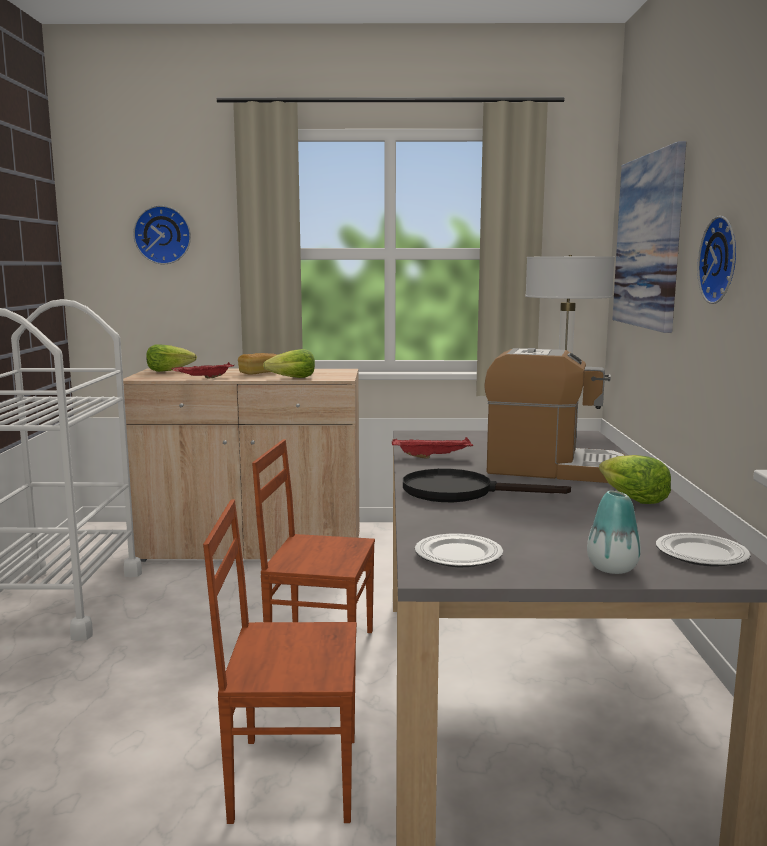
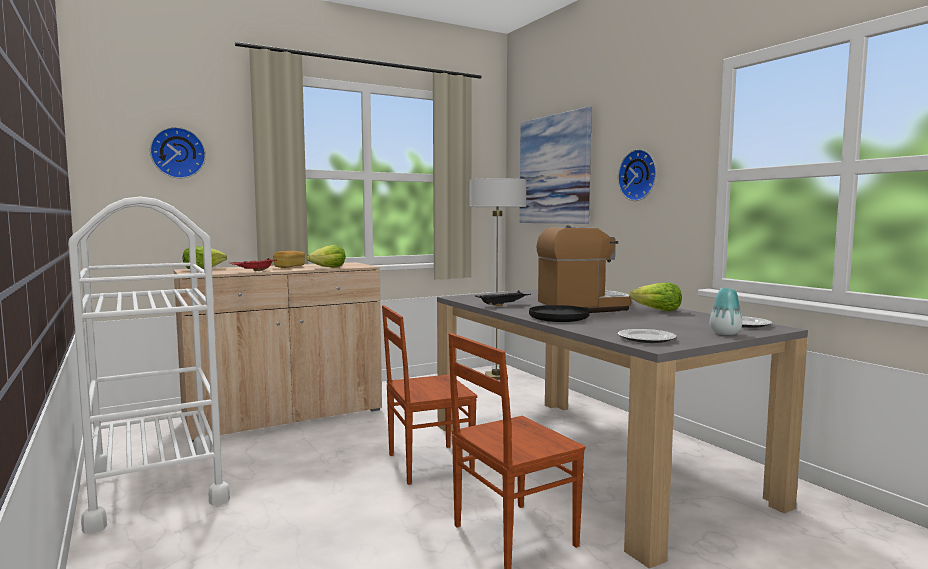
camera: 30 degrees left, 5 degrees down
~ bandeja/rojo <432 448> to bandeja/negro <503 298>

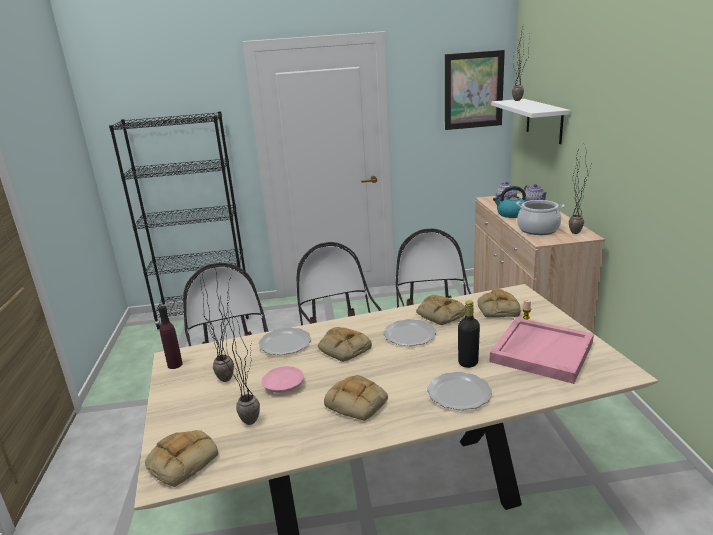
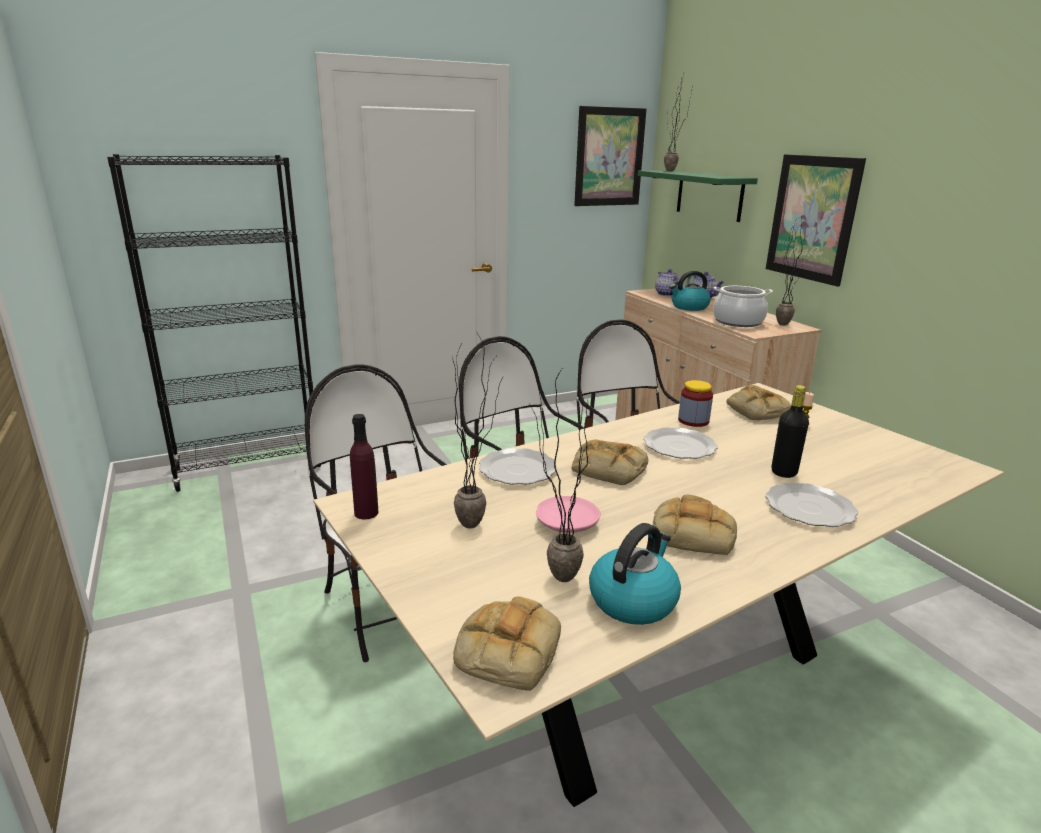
camera: 20 degrees left, 0 degrees up
+ hervidor <635 574>
~ estante/blanco <531 121> to estante/verde <698 196>
~ pan <440 310> to tarro <695 403>
+ cuadro <816 220>
- bandeja/rosa <542 350>

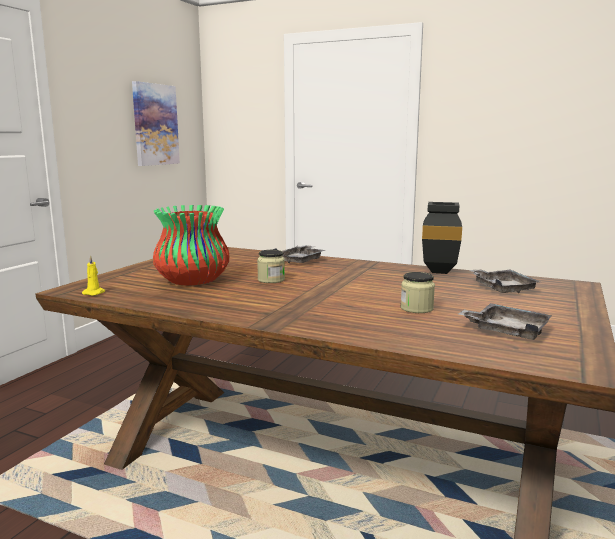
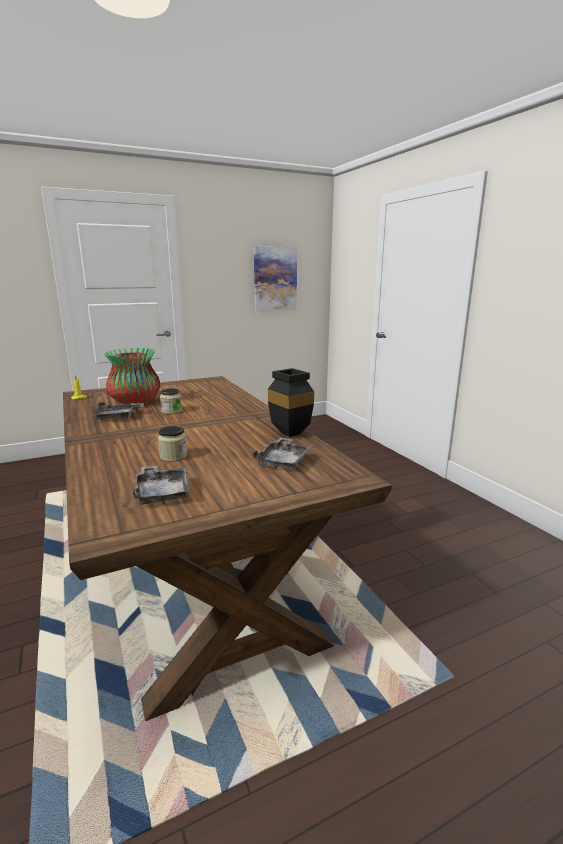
camera: 40 degrees right, 5 degrees up
~ bandeja/gris <298 254> to <118 411>

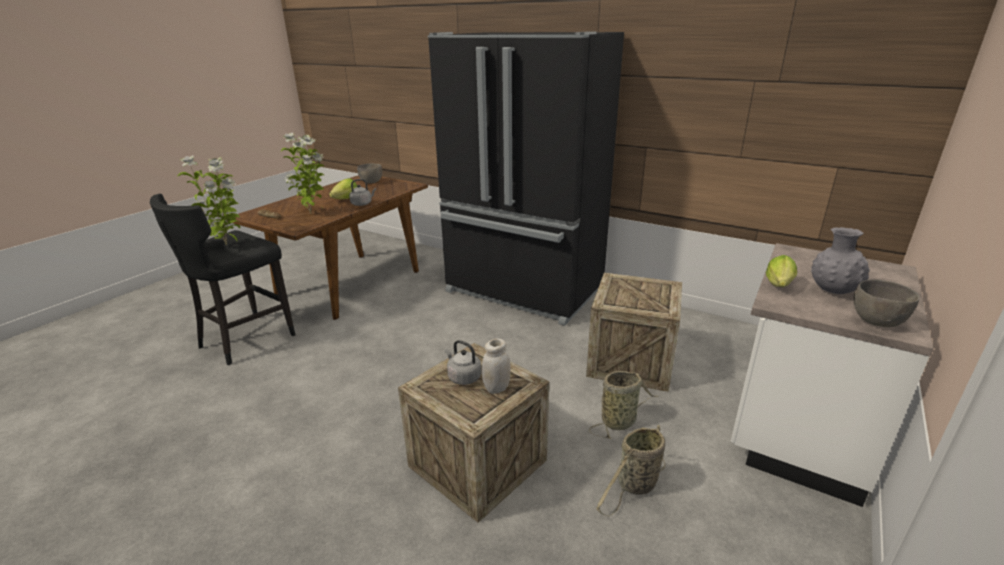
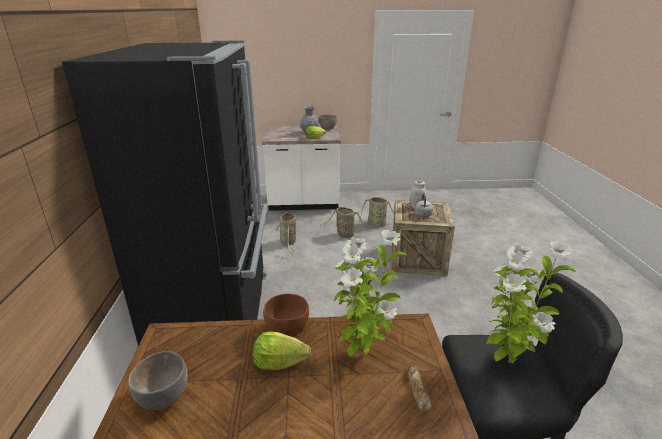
camera: 125 degrees left, 0 degrees up
~ hervidor/gris <362 192> to cuenco/marrón <286 315>
~ caja de embalaje <634 332> to cesta <285 232>

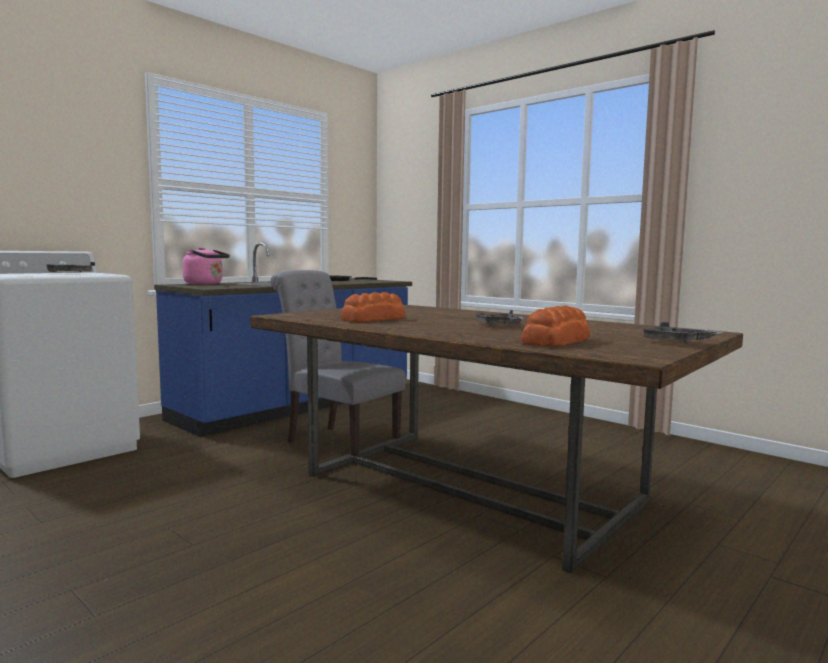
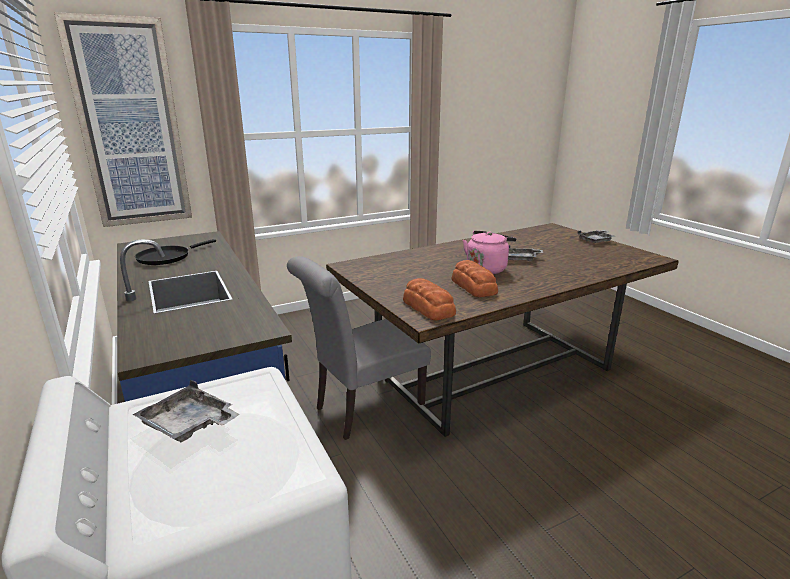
camera: 70 degrees left, 15 degrees up
+ cuadro <123 119>
~ pan <555 326> to <429 299>
~ hervidor/rosa <206 266> to <489 252>

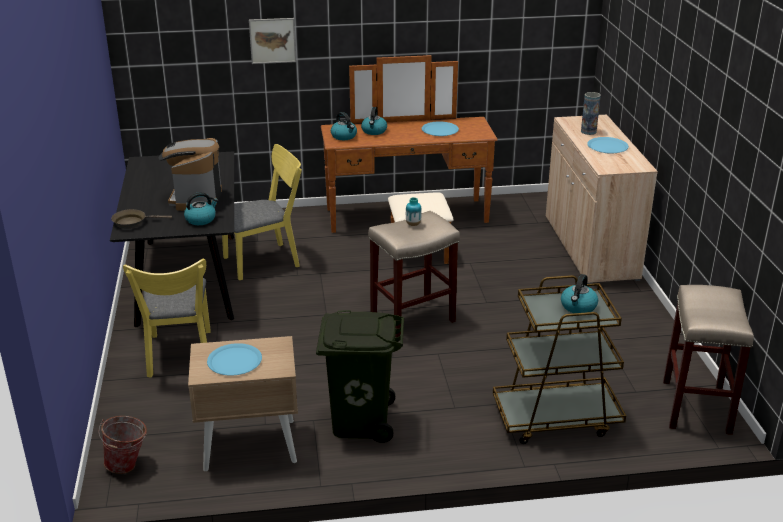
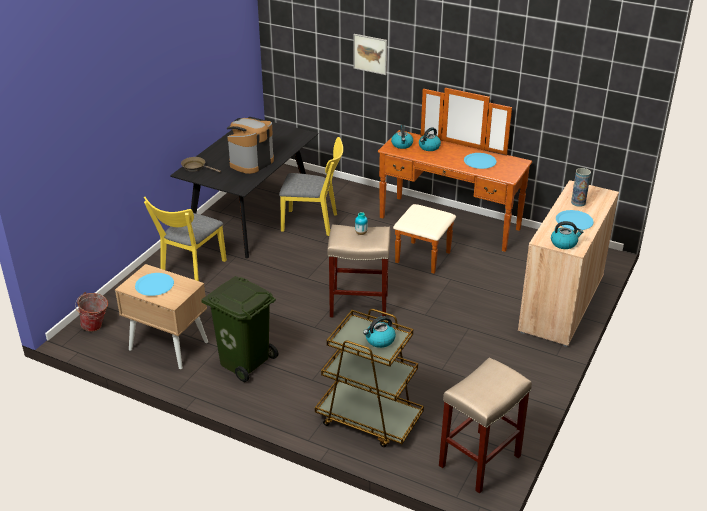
camera: 35 degrees right, 5 degrees up
~ hervidor <201 208> to <567 235>

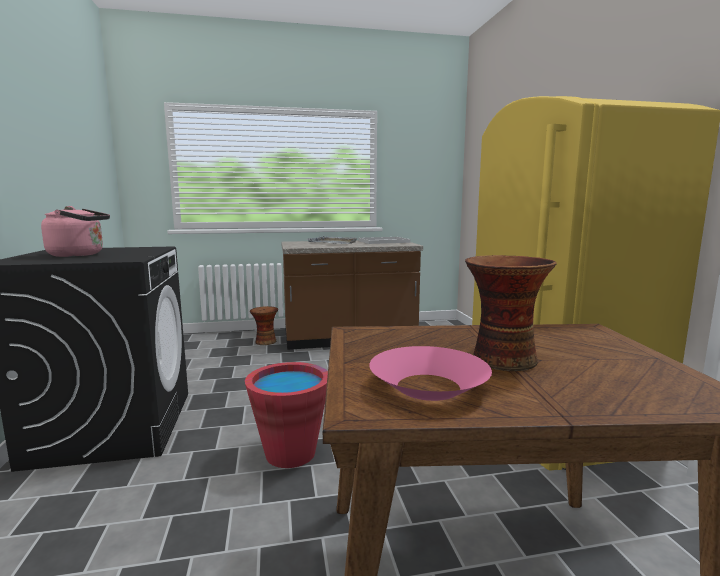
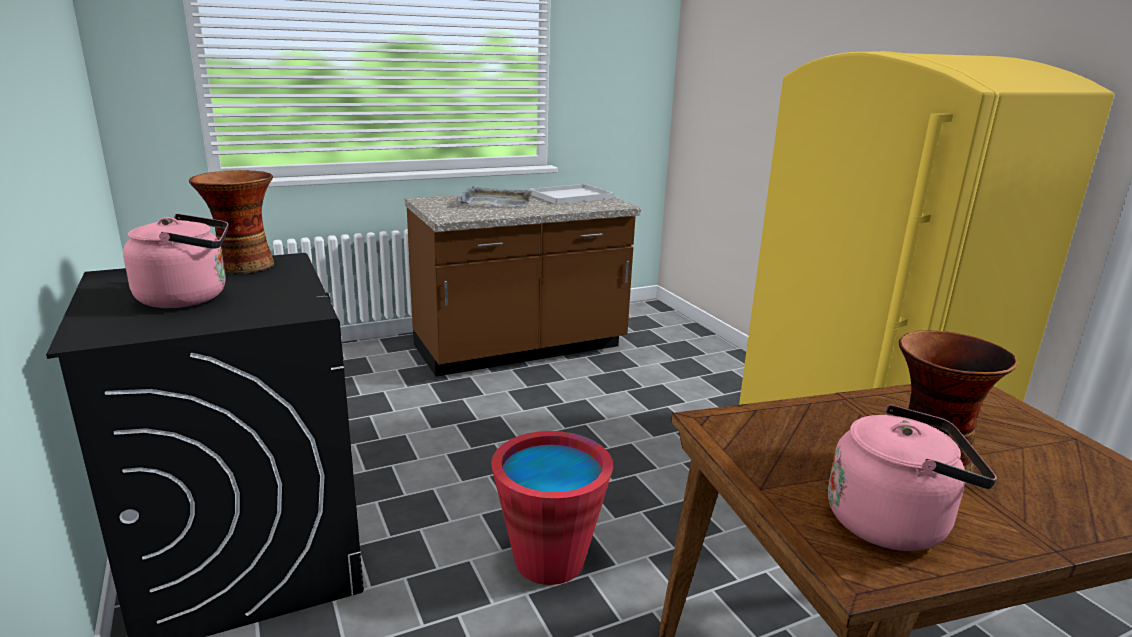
camera: 15 degrees left, 10 degrees up
~ florero <264 325> to <231 222>
~ cuenco/rosa <430 373> to hervidor/rosa <912 478>

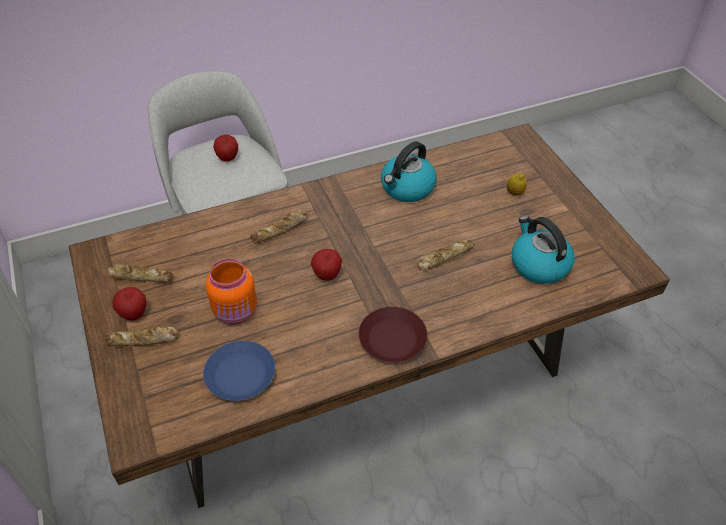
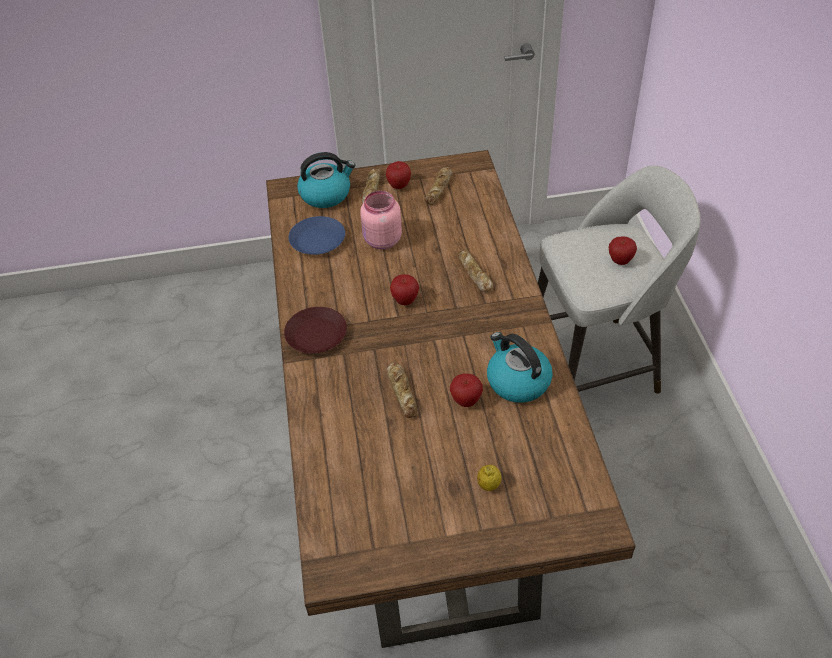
camera: 105 degrees right, 0 degrees up
~ hervidor <543 250> to <326 180>
~ tarro/naranja <231 291> to tarro/rosa <381 220>
+ manzana <466 390>

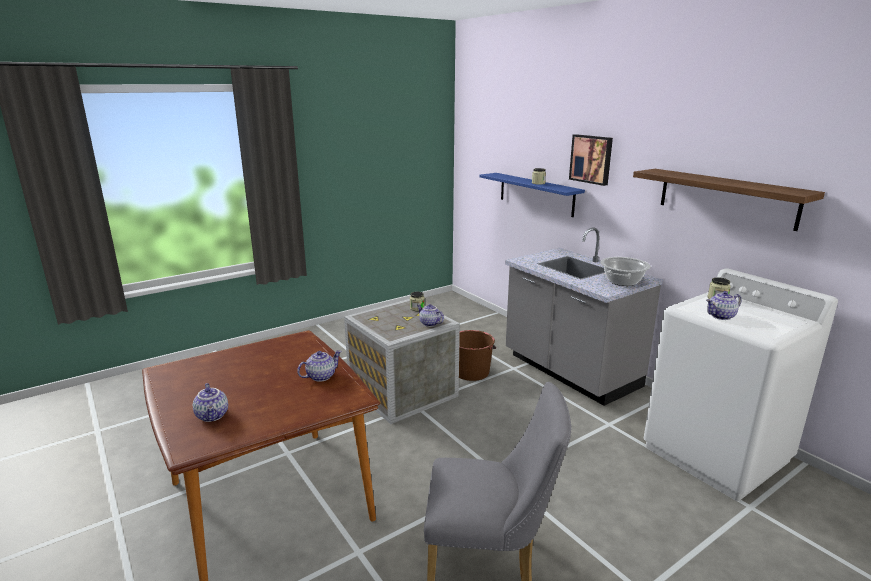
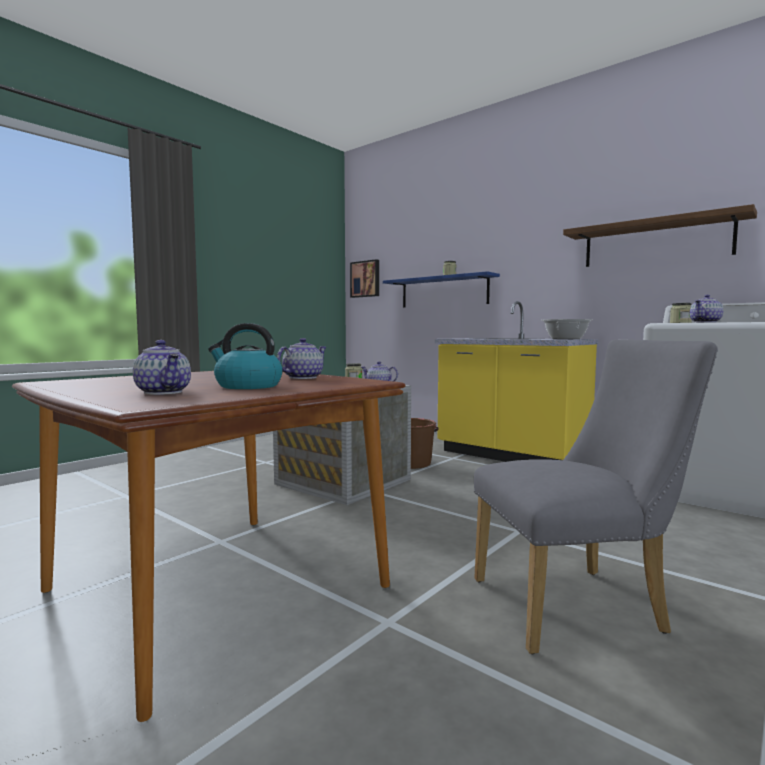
camera: 15 degrees left, 15 degrees down
+ hervidor <245 356>
~ cuadro <591 160> to <364 278>
~ mueble bajo de cocina/gris <584 317> to mueble bajo de cocina/amarillo <516 381>

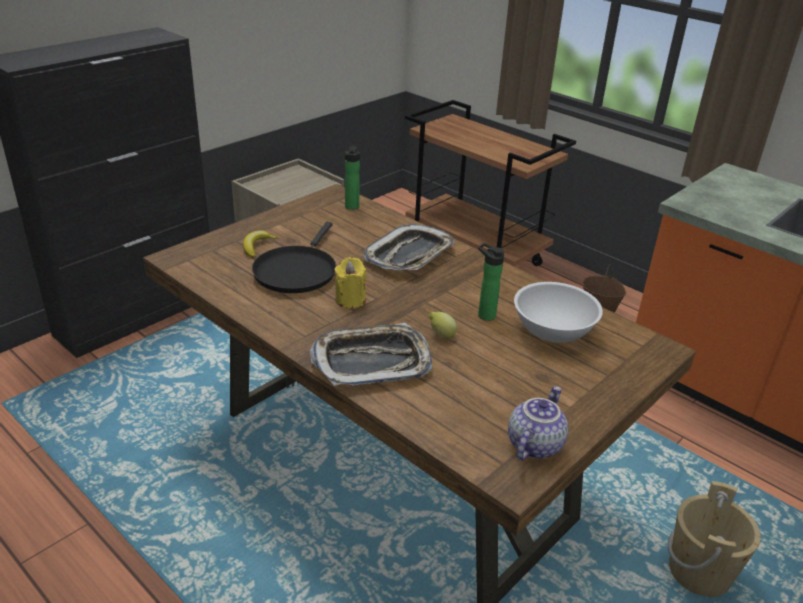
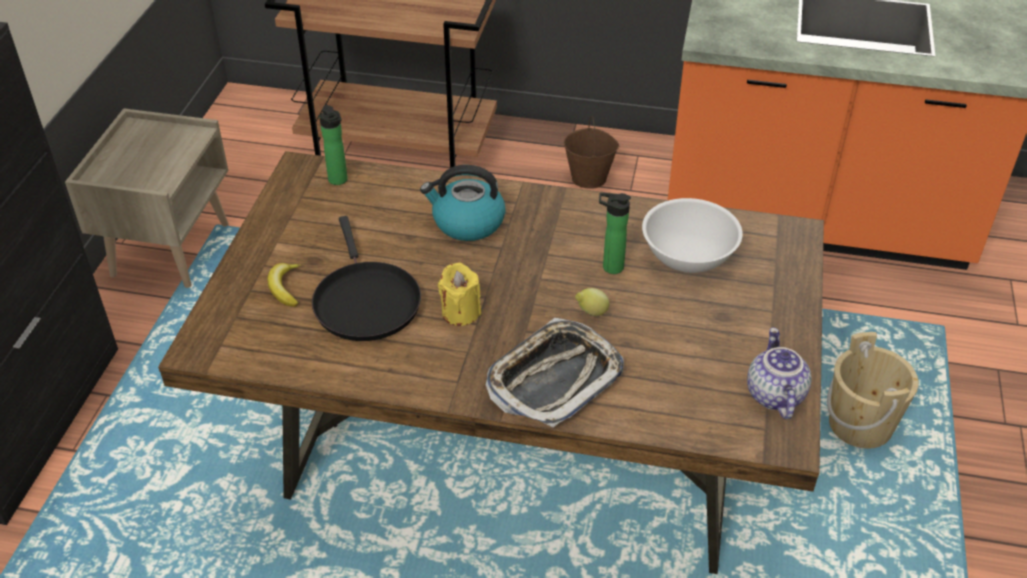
camera: 30 degrees left, 10 degrees up
~ bandeja <408 247> to hervidor <463 203>

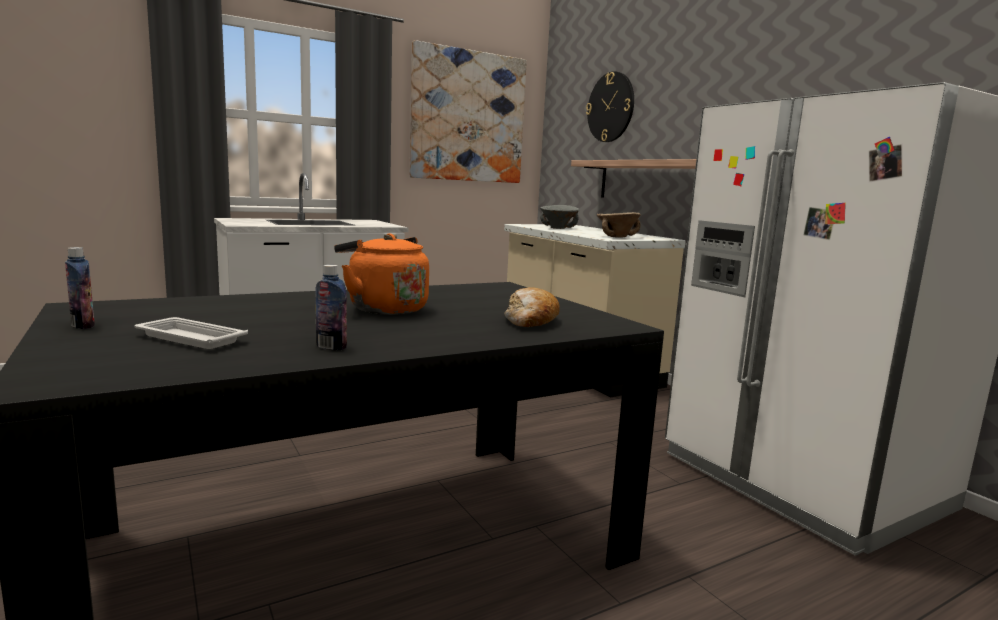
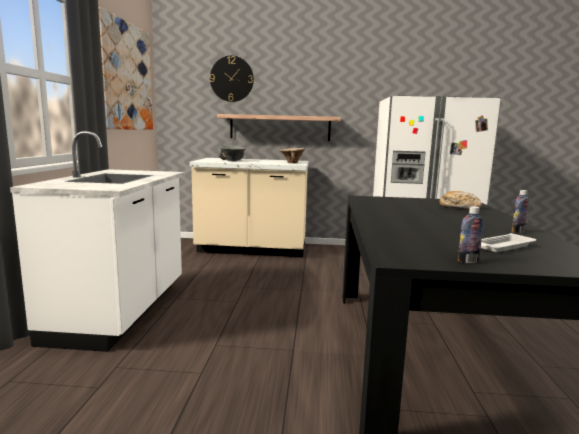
camera: 55 degrees left, 0 degrees up
- hervidor/naranja <381 274>

